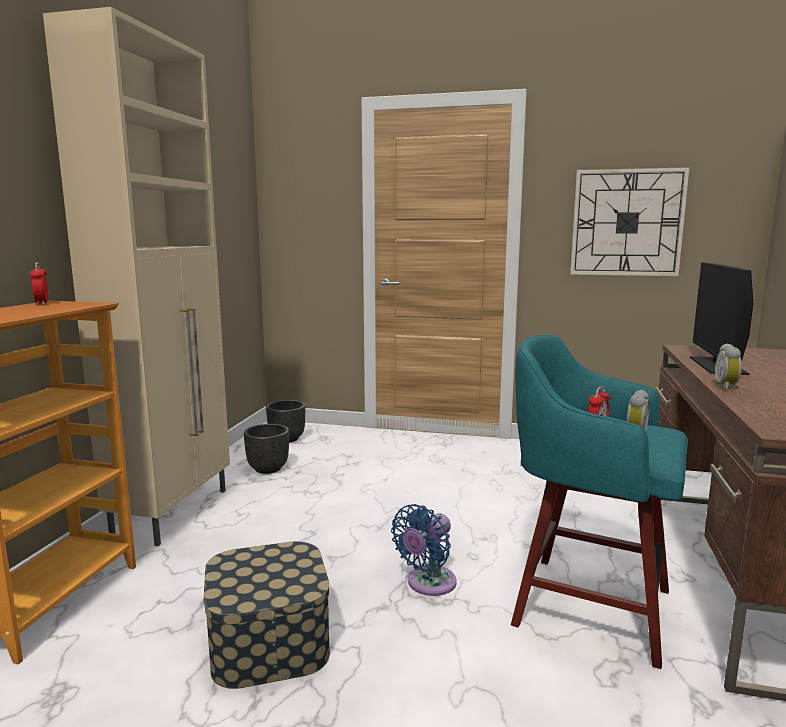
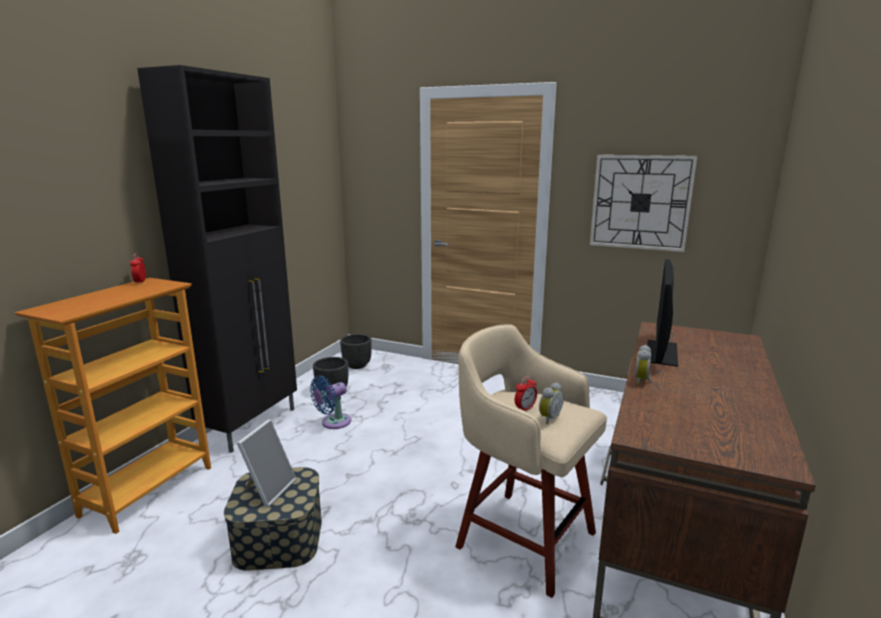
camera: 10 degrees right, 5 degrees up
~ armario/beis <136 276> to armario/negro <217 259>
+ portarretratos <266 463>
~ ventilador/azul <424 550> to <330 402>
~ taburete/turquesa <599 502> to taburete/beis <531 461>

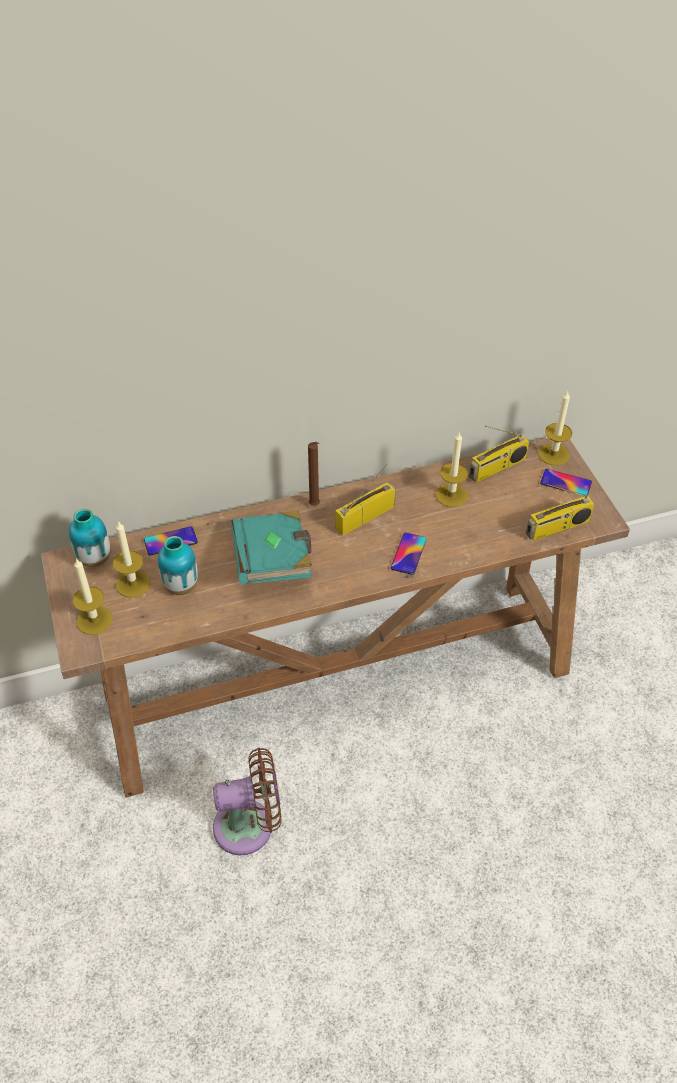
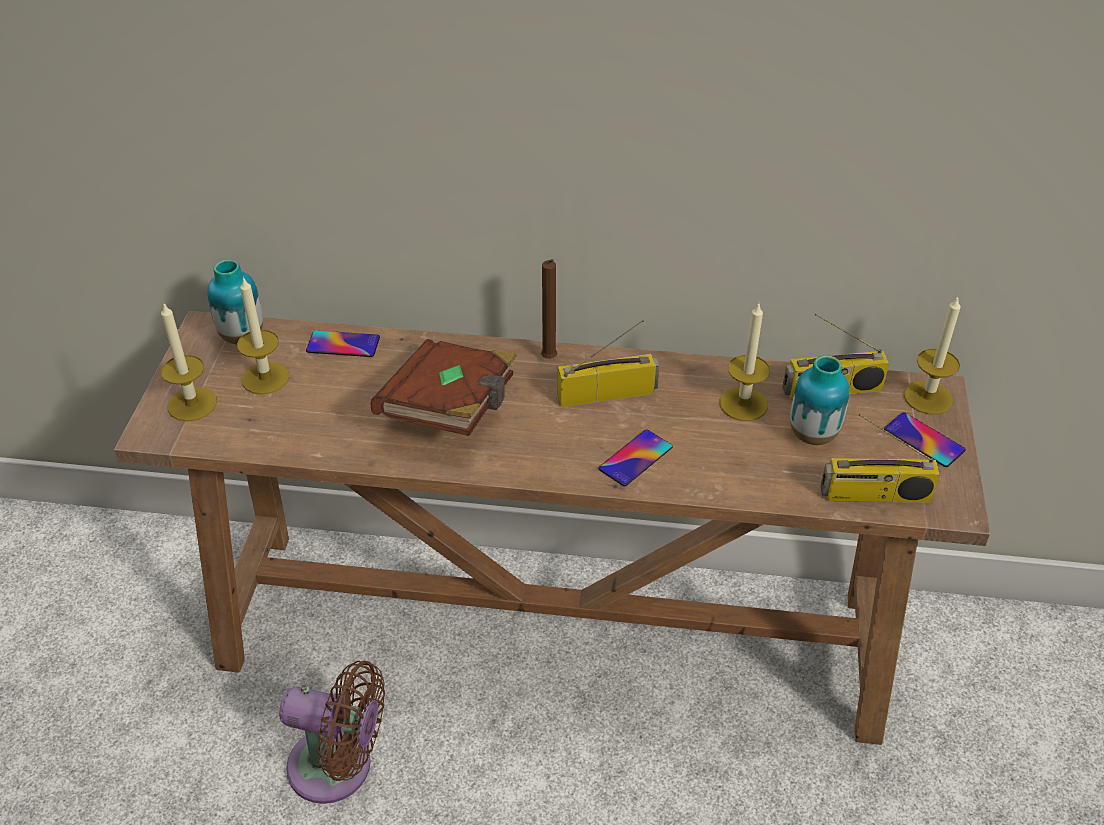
camera: 25 degrees right, 5 degrees down
~ libro/turquesa <271 547> to libro/marrón <443 387>
~ florero <178 565> to <819 400>

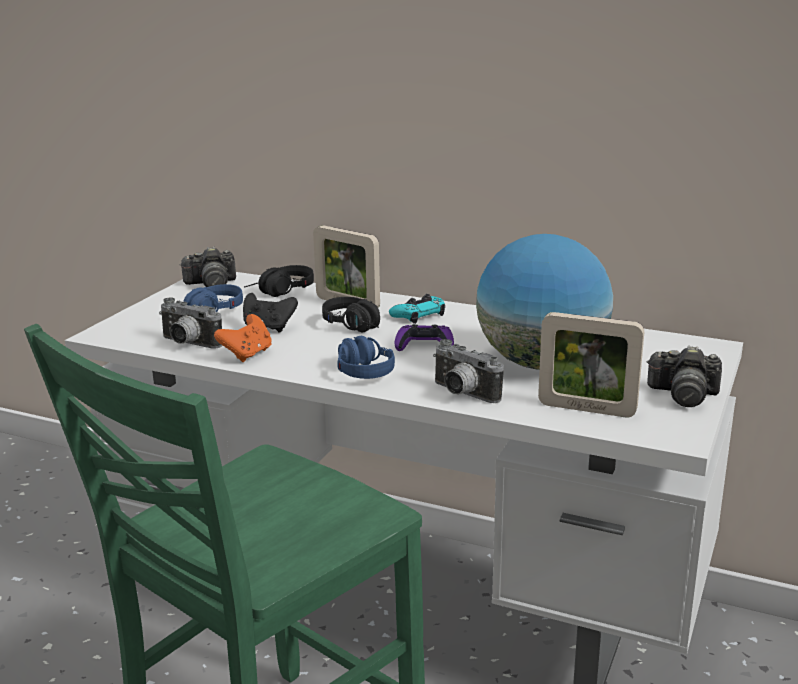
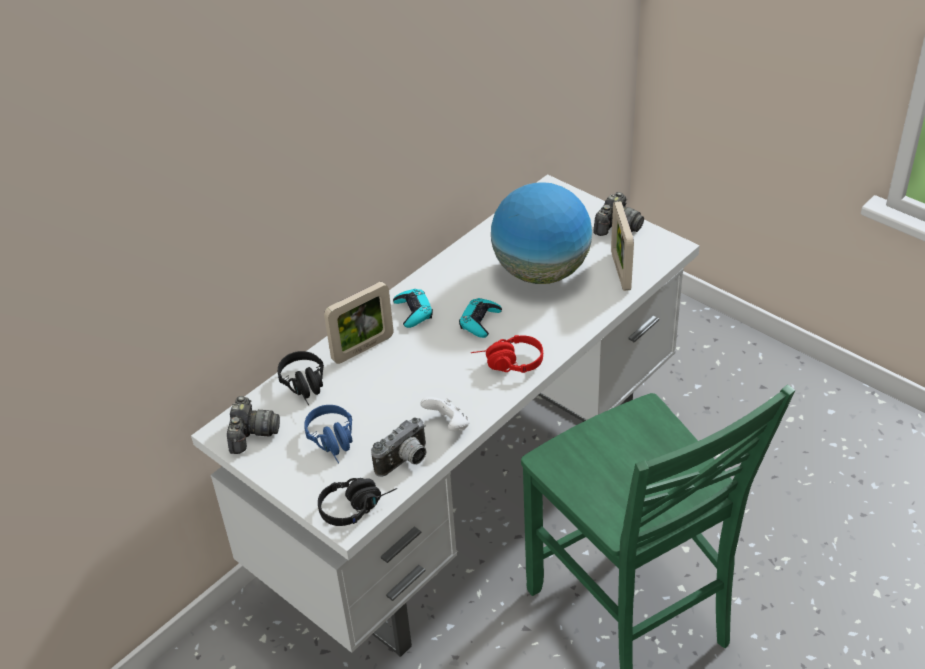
camera: 70 degrees left, 20 degrees up
~ auriculares/negro <351 314> to <357 502>
~ mando de consola/naranja <243 338> to mando de consola/blanco <445 414>
~ mando de consola/morado <424 337> to mando de consola/turquesa <480 318>
~ auriculares/azul <366 357> to auriculares/rojo <507 354>
~ portarretratos <591 364> = <622 246> 135 degrees clockwise
- mando de consola/negro <270 313>
- cámara <468 371>

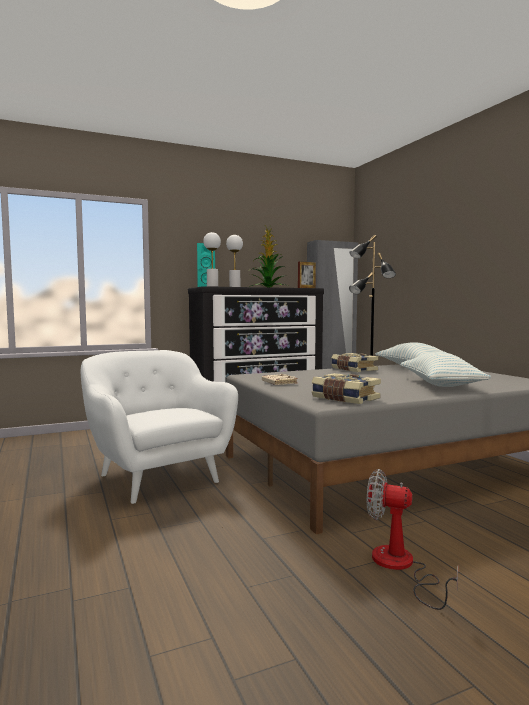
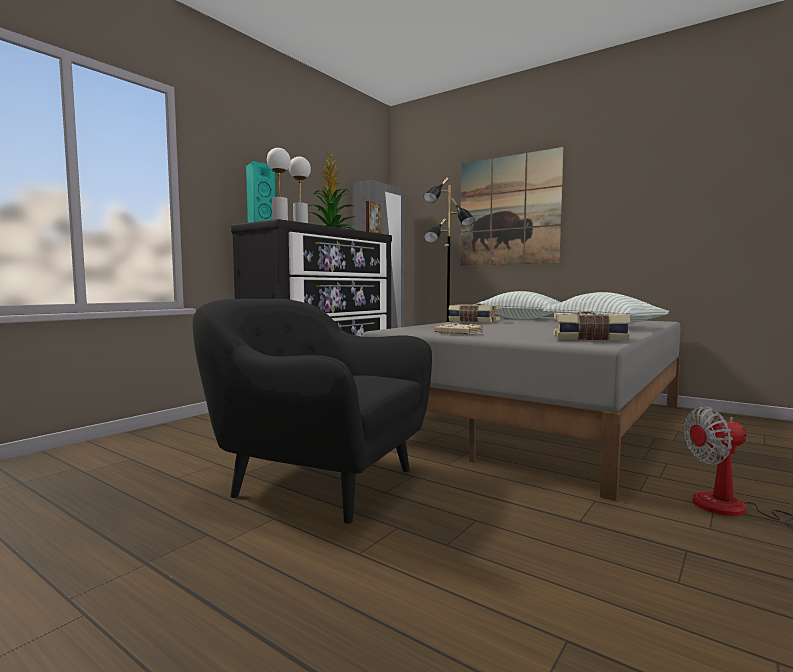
camera: 30 degrees left, 0 degrees up
~ sillón/blanco <159 427> to sillón/negro <312 411>
+ cuadro <512 206>

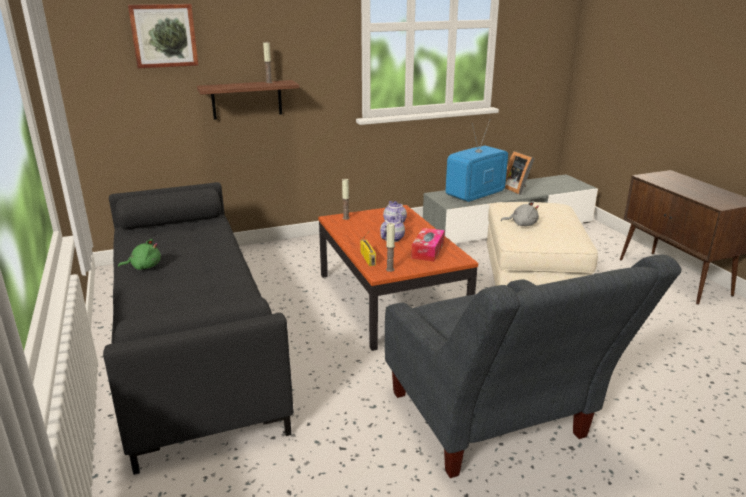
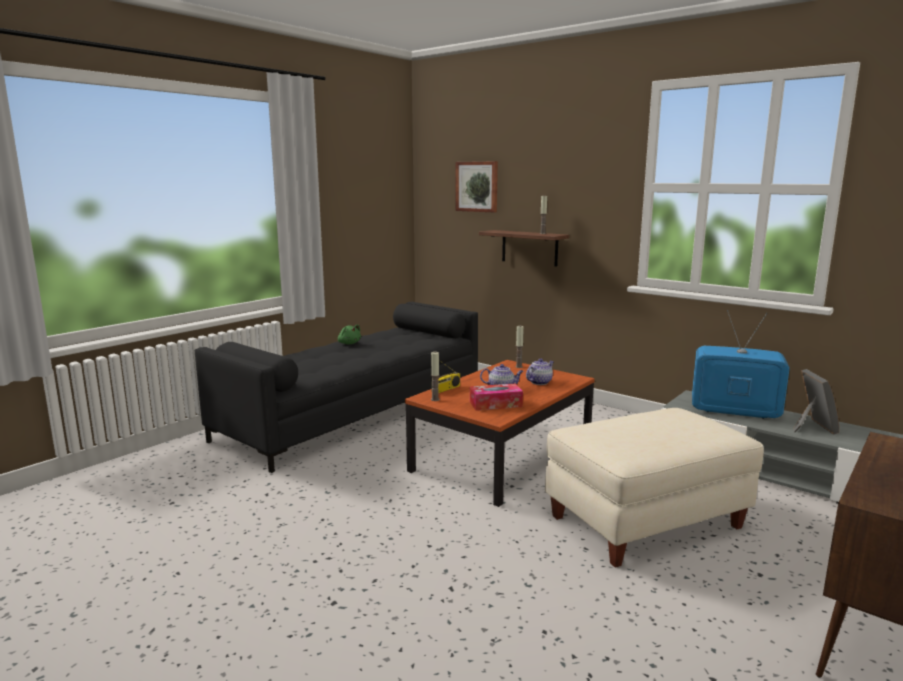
camera: 60 degrees right, 10 degrees down
~ portarretratos <520 173> = <816 402> 150 degrees clockwise
- sillón/gris <533 366>
- peluche/gris <520 213>

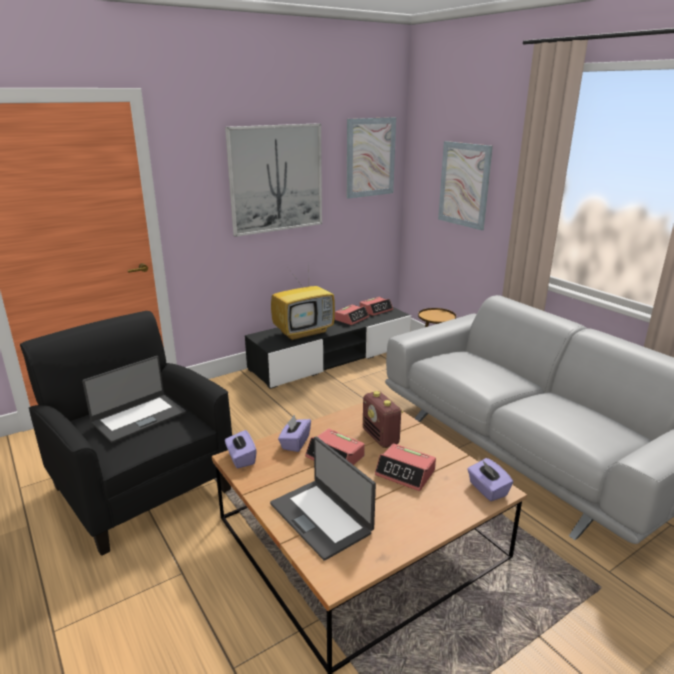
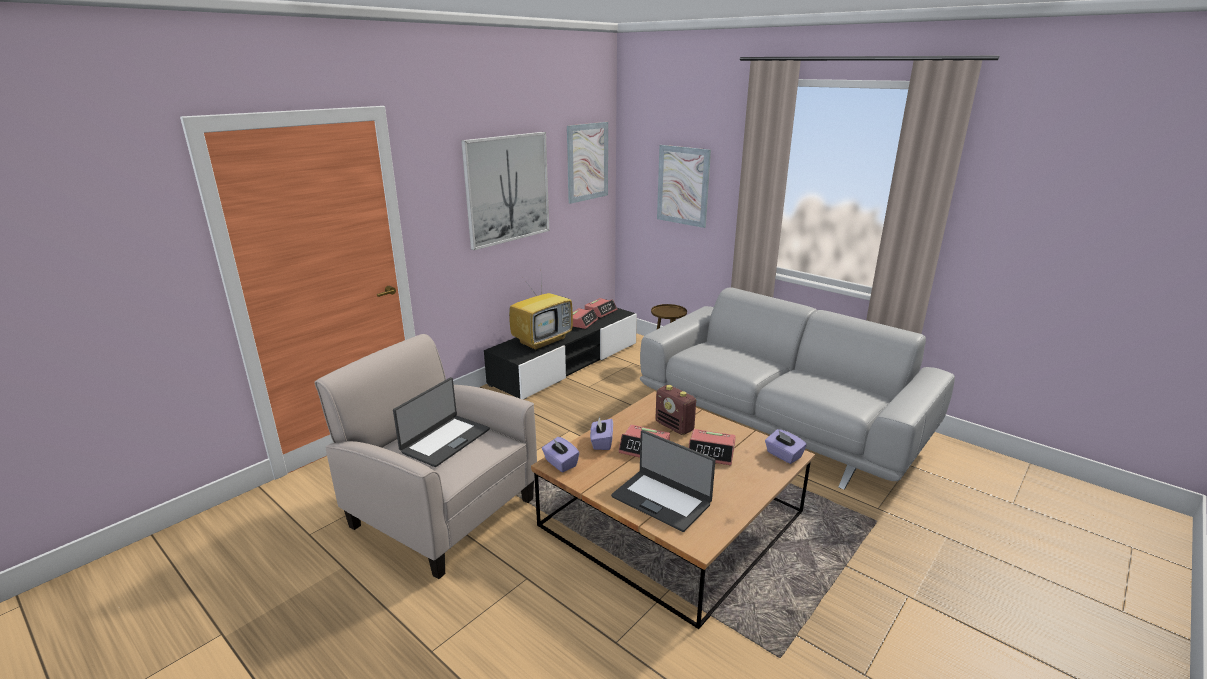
camera: 15 degrees left, 0 degrees up
~ sillón/negro <126 433> to sillón/beis <426 456>

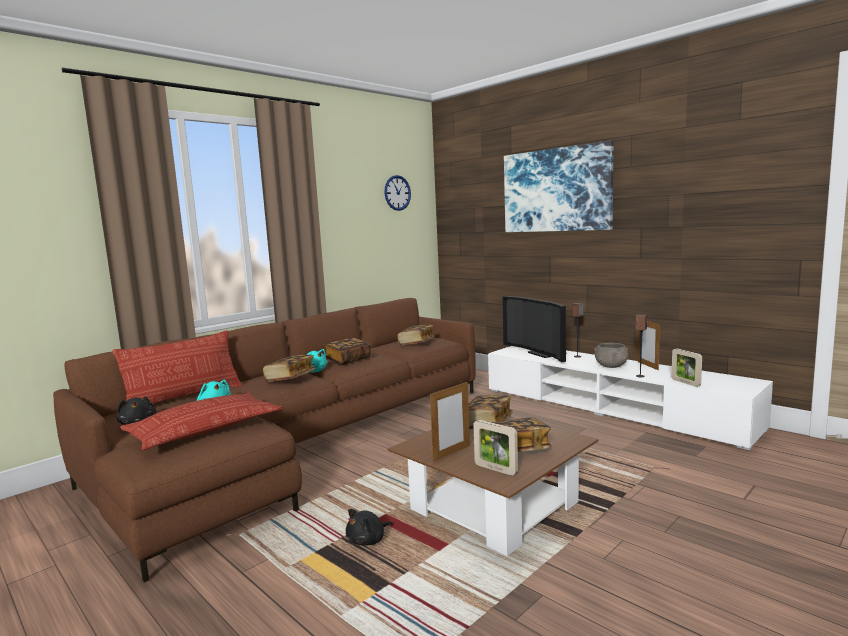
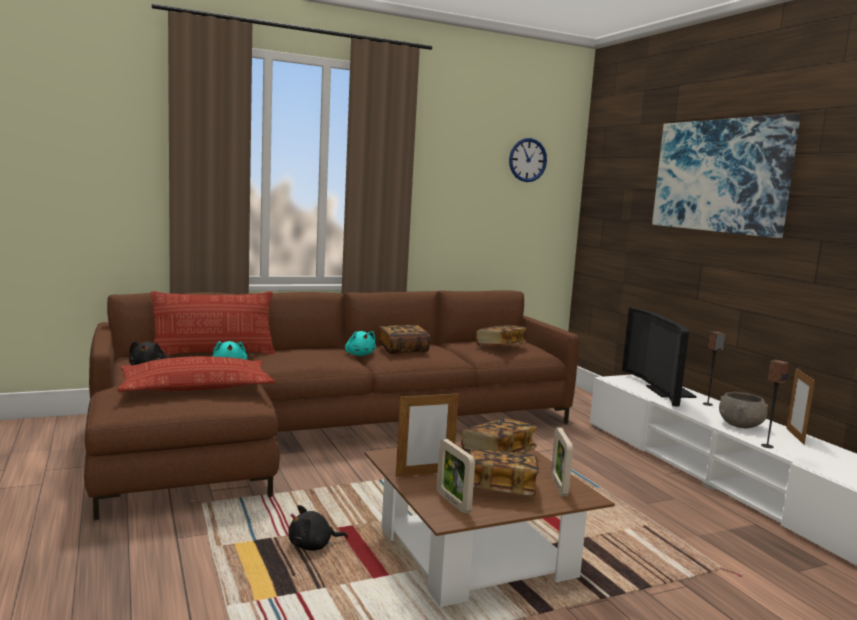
camera: 20 degrees right, 0 degrees up
~ portarretratos <686 367> to <562 461>
- libro <289 368>

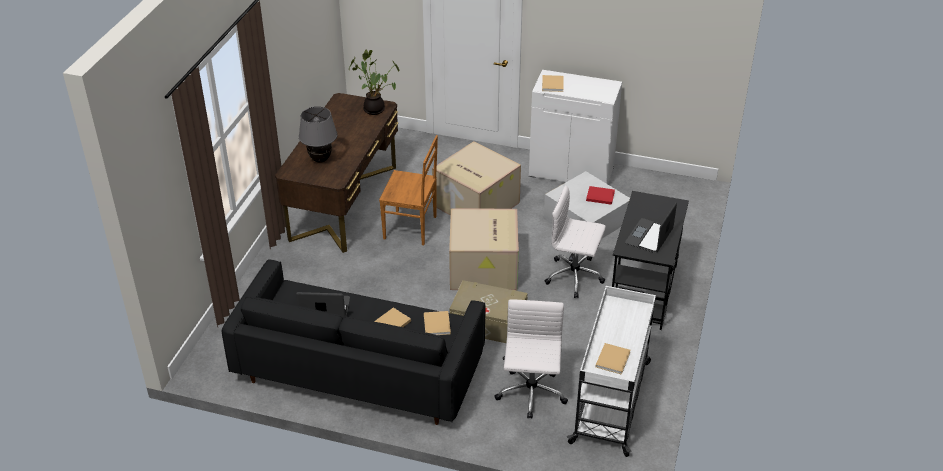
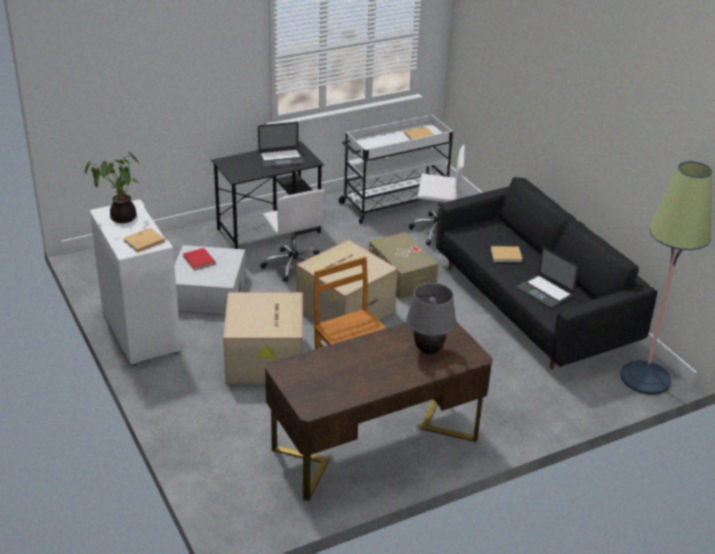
camera: 135 degrees left, 5 degrees down
~ planta en maceta <374 82> to <112 187>
~ silla de oficina/blanco <531 359> = <437 195> 135 degrees counterclockwise
+ lámpara de pie <666 278>
- libro/beis <437 323>

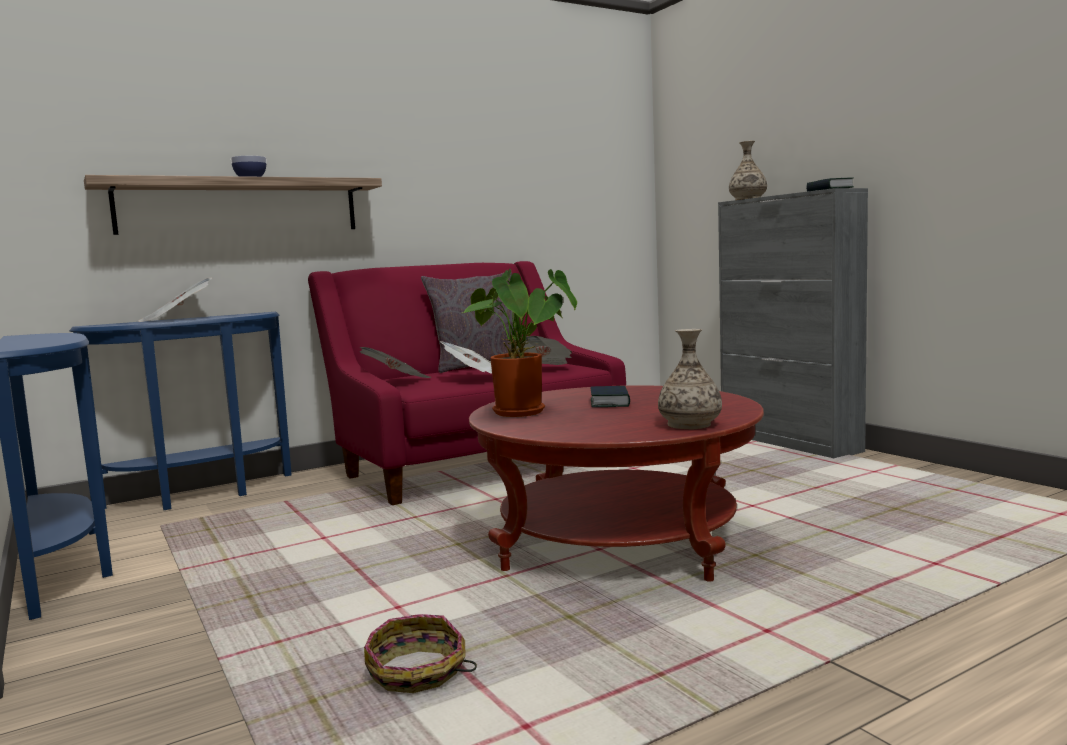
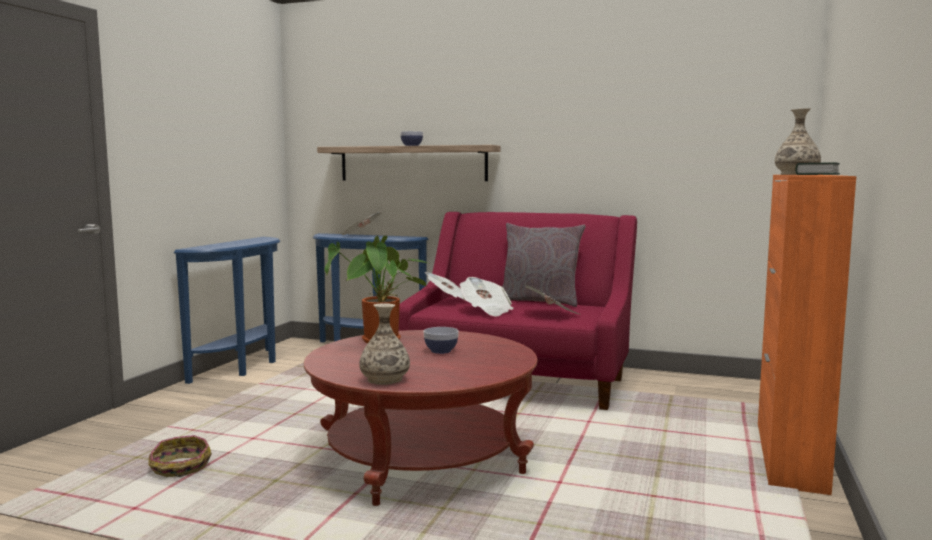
camera: 50 degrees right, 0 degrees up
~ libro <610 396> to cuenco <441 340>
~ armario/gris <793 323> to armario/naranja <807 335>

